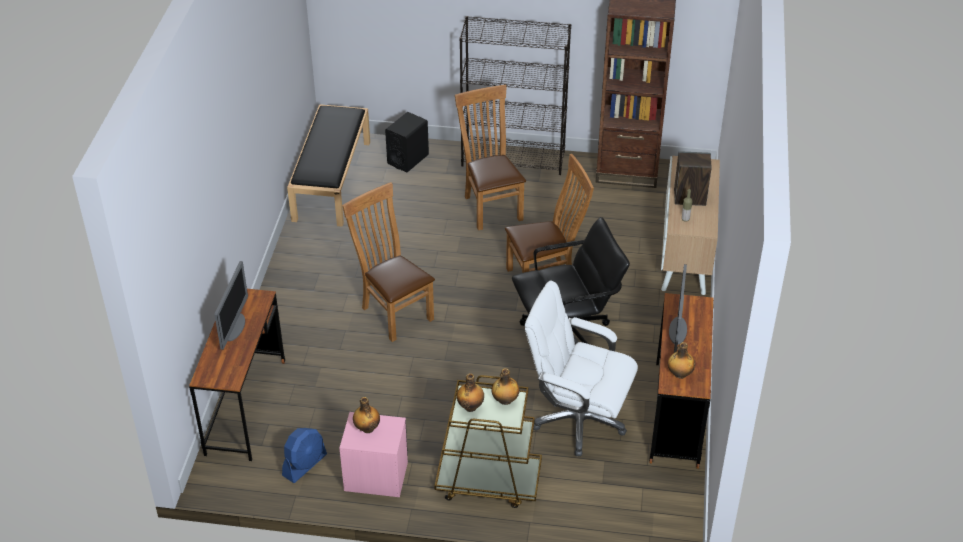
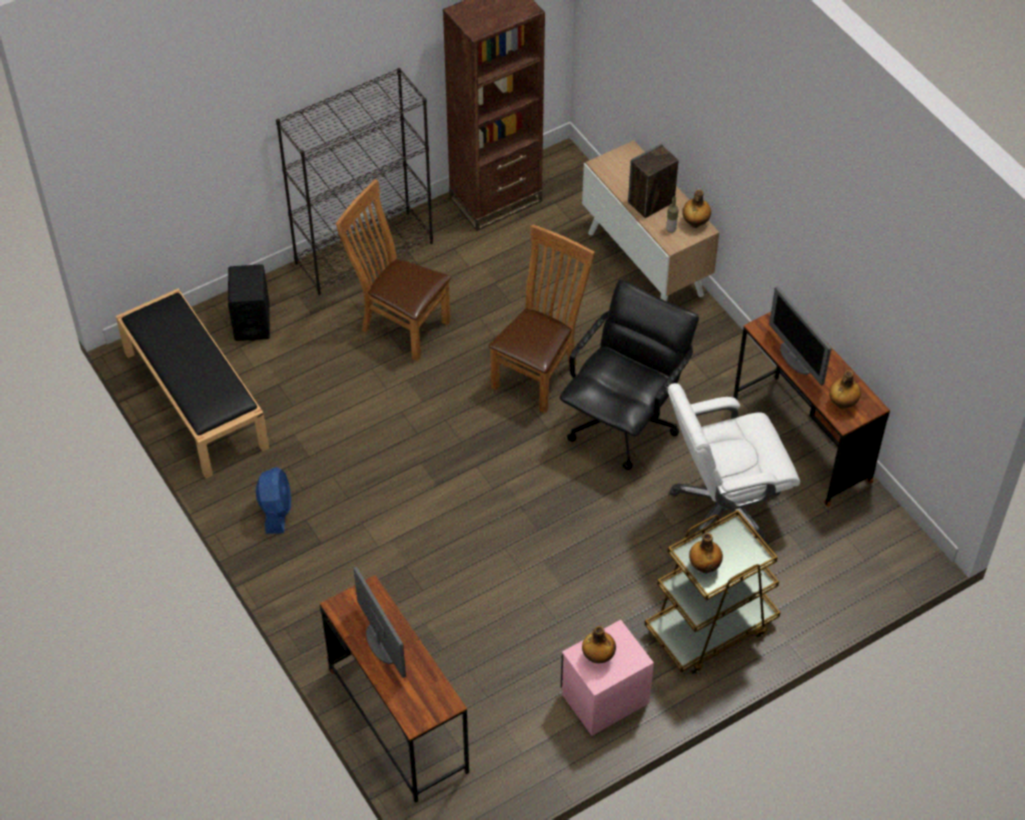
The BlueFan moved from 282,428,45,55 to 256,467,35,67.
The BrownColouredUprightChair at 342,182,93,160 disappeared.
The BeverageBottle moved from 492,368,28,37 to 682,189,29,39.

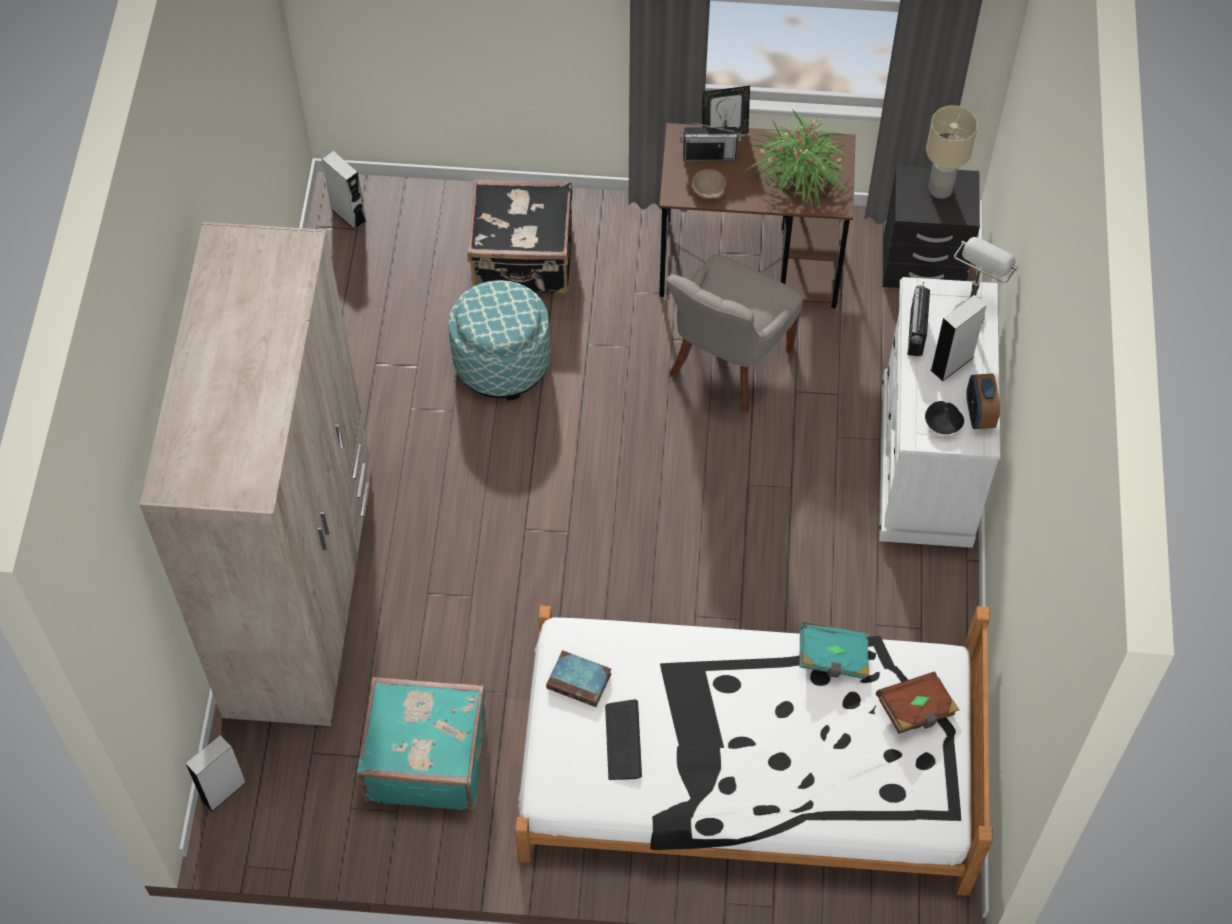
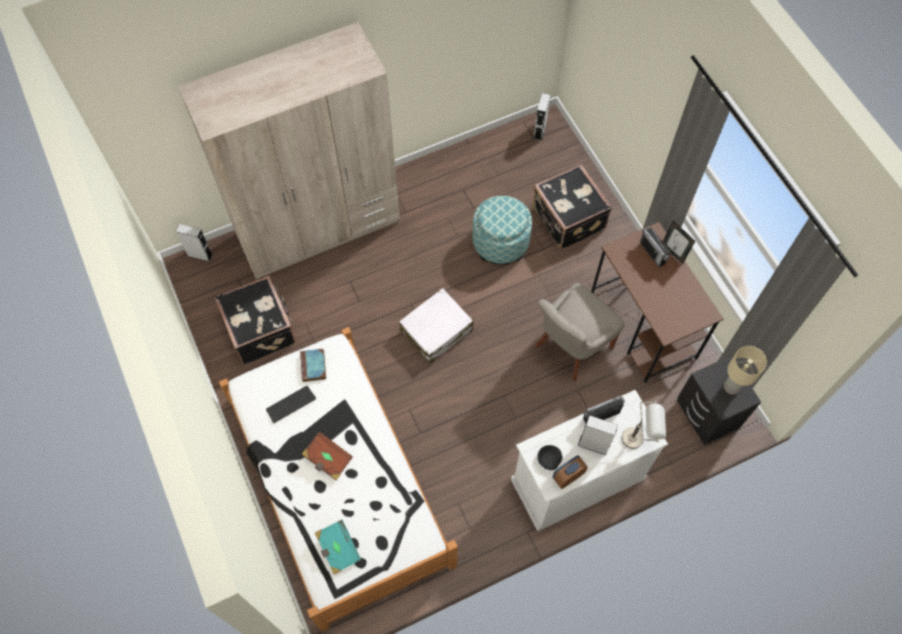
The TurquoisePieceOfLuggage at 357,677,128,134 became the BlackPieceOfLuggage at 215,276,81,88.
The GrayUprightChair at 666,254,137,159 turned 45 degrees counterclockwise.
The BeigeServingBowl at 692,169,34,30 disappeared.
The Houseplant at 744,109,105,99 disappeared.
The TurquoiseBoundBook moved from 799,622,70,57 to 315,519,46,55.
The BrownColouredBoundBook moved from 876,672,83,62 to 302,431,51,49.
The WhiteColouredPieceOfLuggage at 399,288,74,75 appeared.

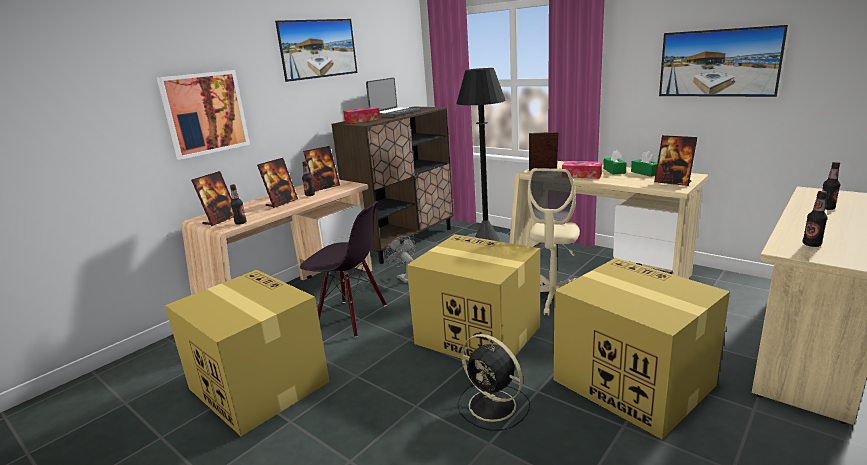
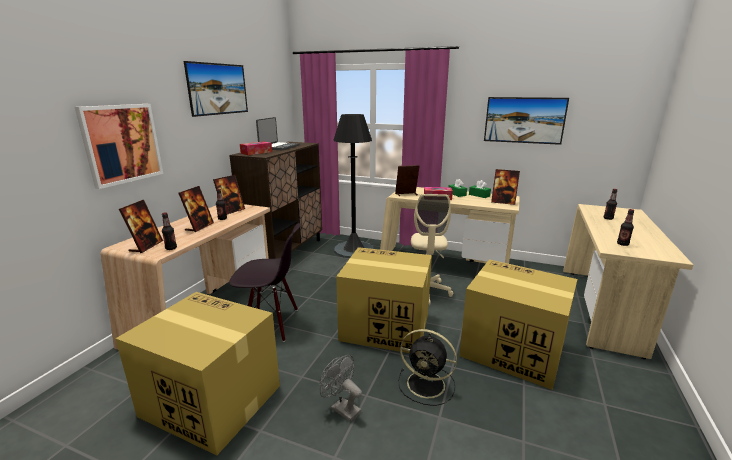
The GrayFan moved from 385,236,30,48 to 320,355,42,67.

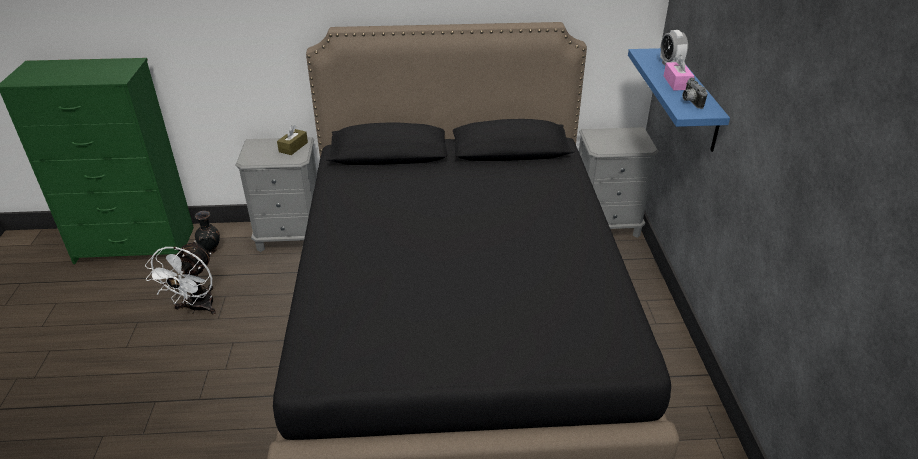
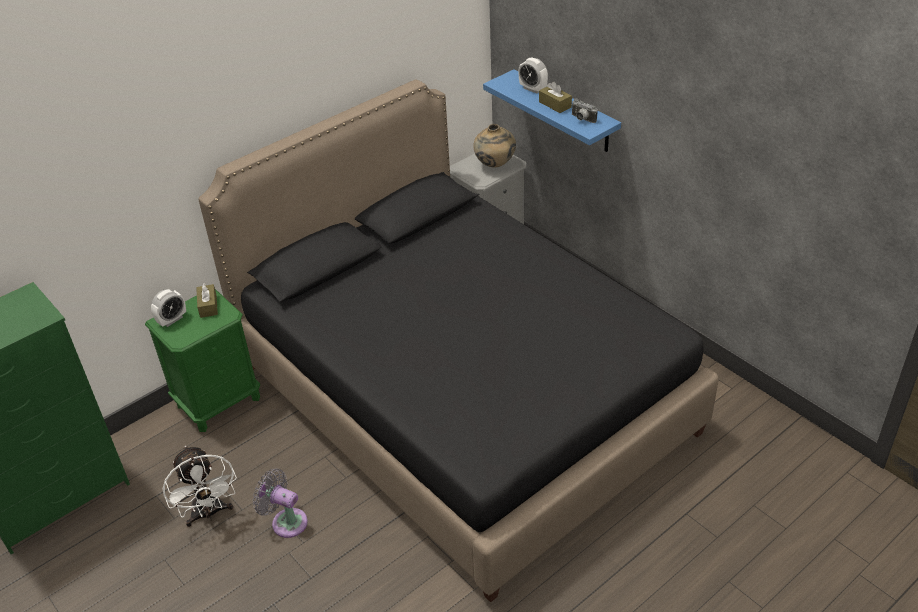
The BlackFlowerVase at 194,211,26,42 disappeared.
The GrayNightstand at 235,137,82,115 became the GreenColouredNightstand at 145,289,115,143.
The PinkishBoxOfTissues at 664,55,30,35 became the BrownColouredBoxOfTissues at 539,81,33,32.
The BedsideClock at 151,289,35,38 appeared.
The GrayFan at 253,469,55,69 appeared.
The BeigeFlowerVase at 473,124,43,43 appeared.

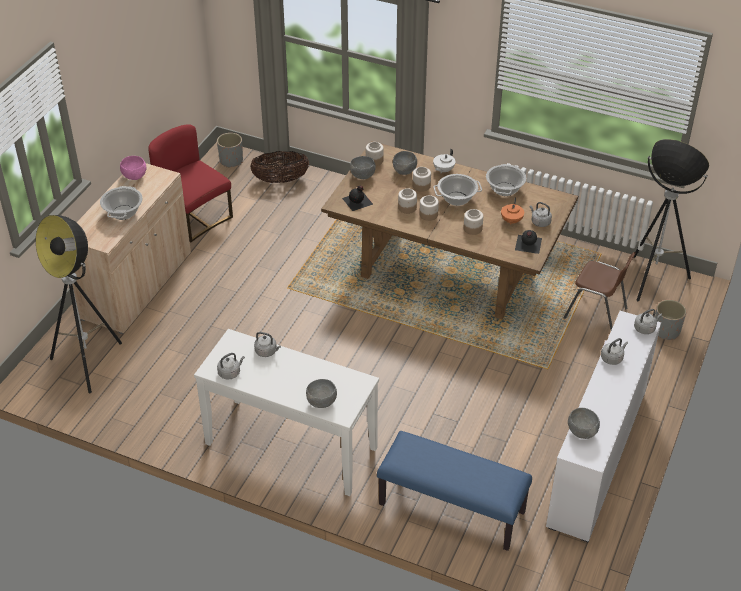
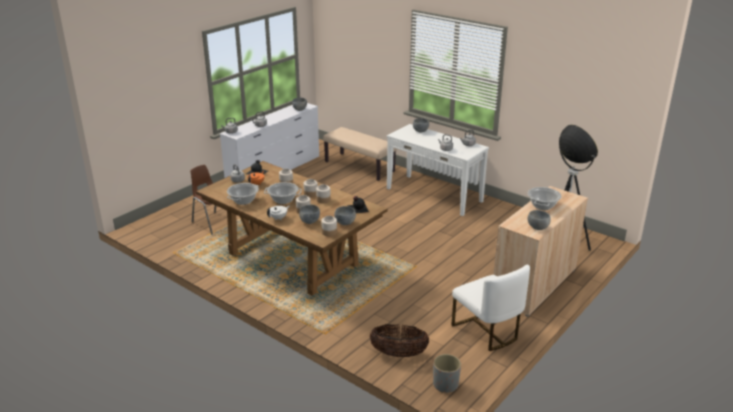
The PinkishServingBowl at 120,156,26,24 became the GrayServingBowl at 527,210,24,20.
The RedUprightChair at 148,124,85,119 became the WhiteColouredUprightChair at 451,264,79,87.
The BlueIndoorBench at 377,431,155,120 became the BeigeIndoorBench at 323,127,74,54.
The FloorLamp at 634,139,75,162 disappeared.
The GrayPlantPot at 655,300,31,40 disappeared.

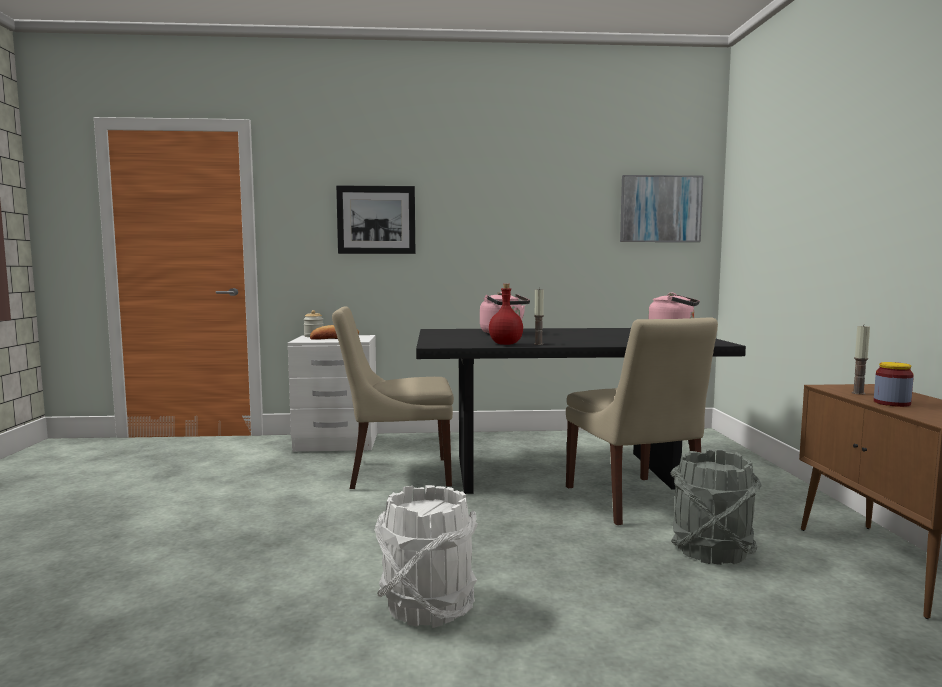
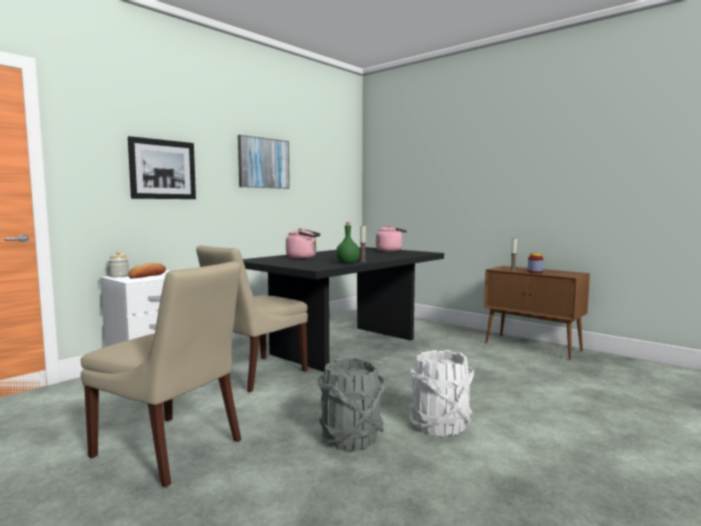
The RedBeverageBottle at 489,284,34,61 became the GreenColouredBeverageBottle at 336,222,24,42.
The BeigeUprightChair moved from 566,317,152,208 to 81,261,160,226.
The Picture moved from 620,175,83,67 to 238,135,52,54.
The GrayWaterBucket moved from 670,449,92,116 to 318,357,68,94.

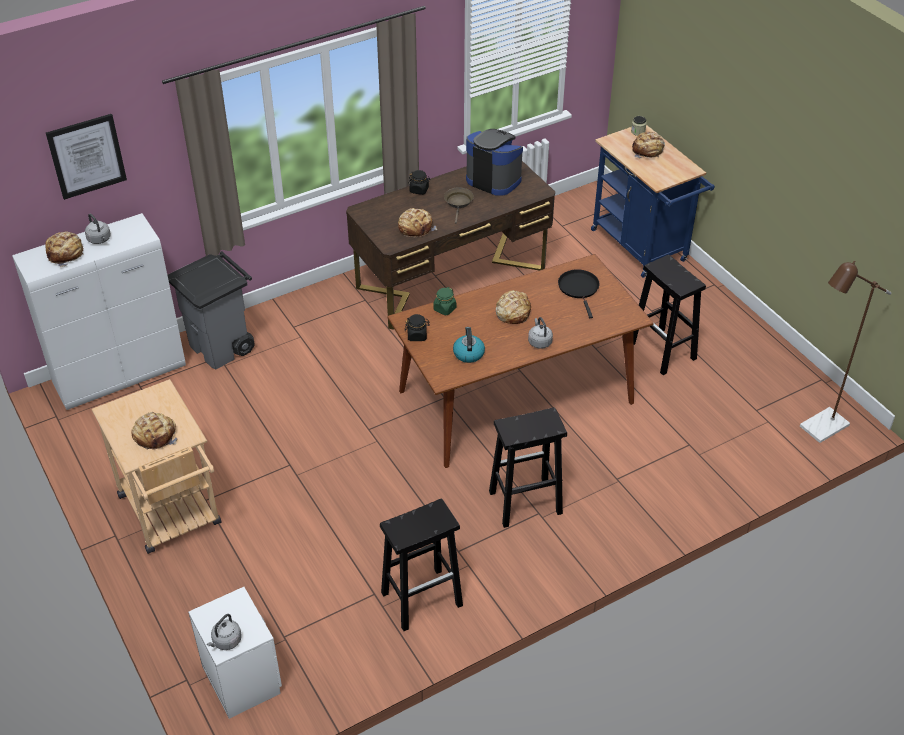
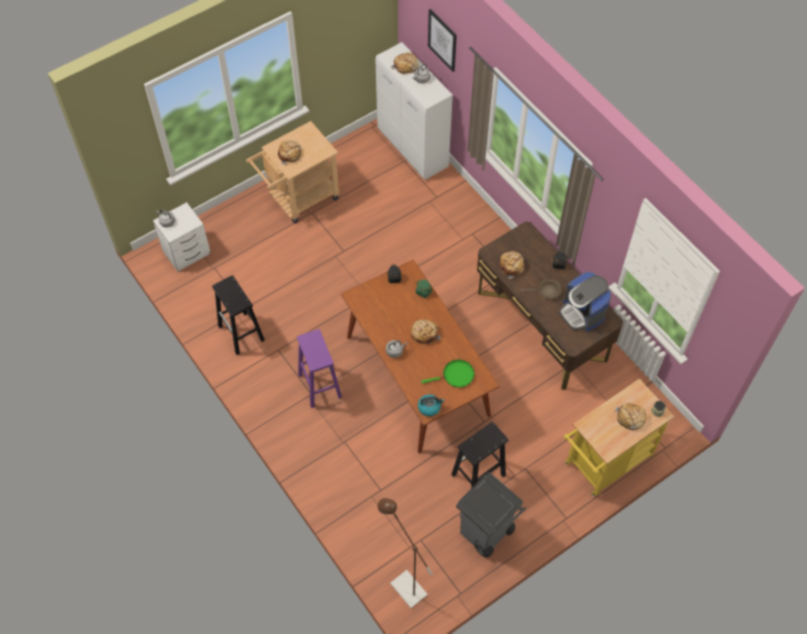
The GrayRubbishBin moved from 168,251,87,119 to 456,472,70,86.
The Kettle moved from 453,327,32,36 to 418,394,26,22.
The CoffeeMaker at 466,129,57,67 turned 120 degrees clockwise.
The BlackSittingStool at 489,407,78,121 became the PurpleColouredSittingStool at 297,329,45,79.
The BlackSkillet at 558,269,42,49 became the GreenColouredSkillet at 421,360,53,28.
The BlueTrolley at 591,125,124,153 became the YellowTrolley at 564,379,110,118.

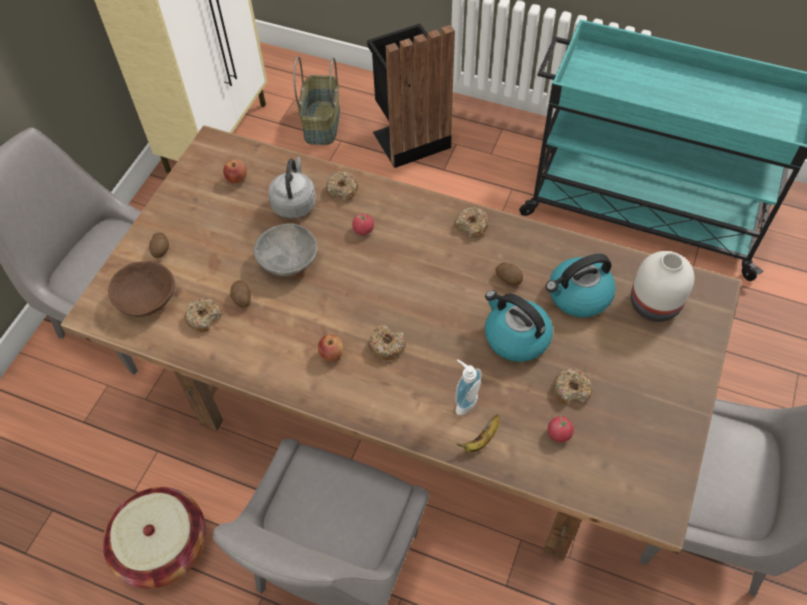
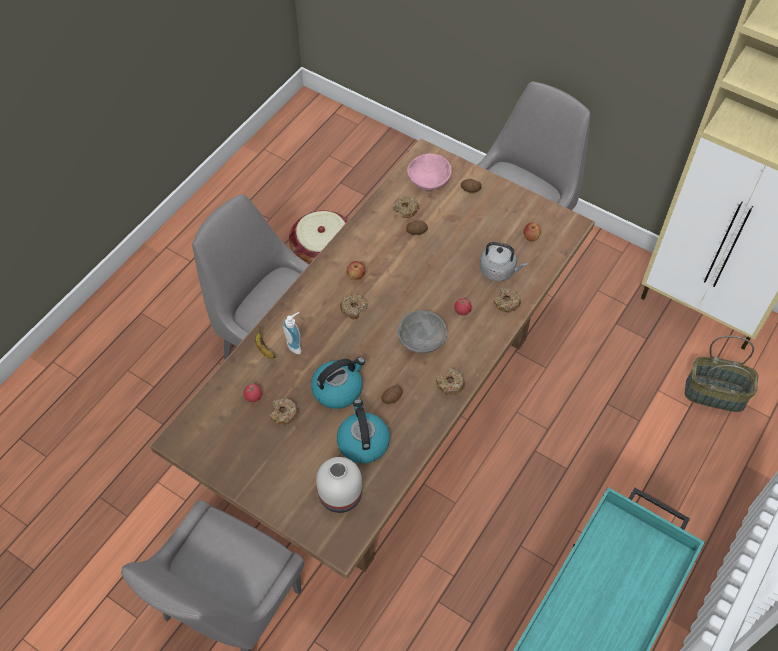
The BrownColouredServingBowl at 108,261,67,56 became the PinkishServingBowl at 407,154,45,36.
The GrayServingBowl moved from 254,223,63,53 to 397,310,50,43.
The BlackRubbishBin at 367,24,88,144 disappeared.

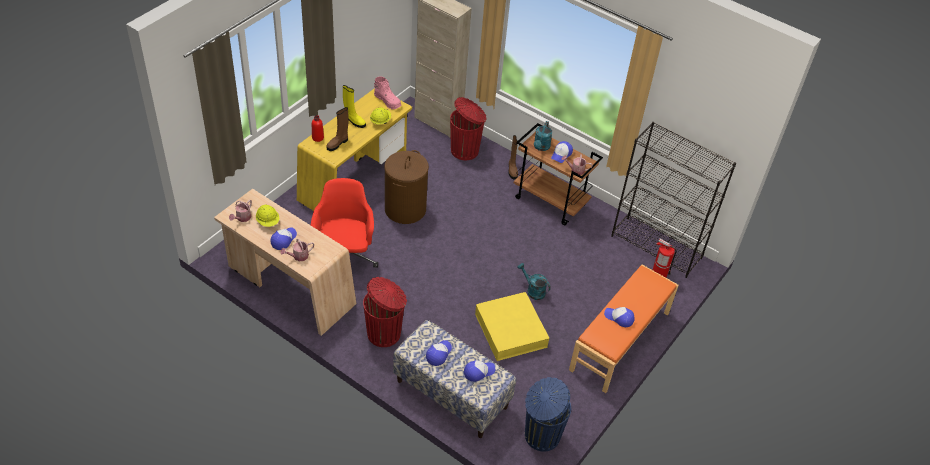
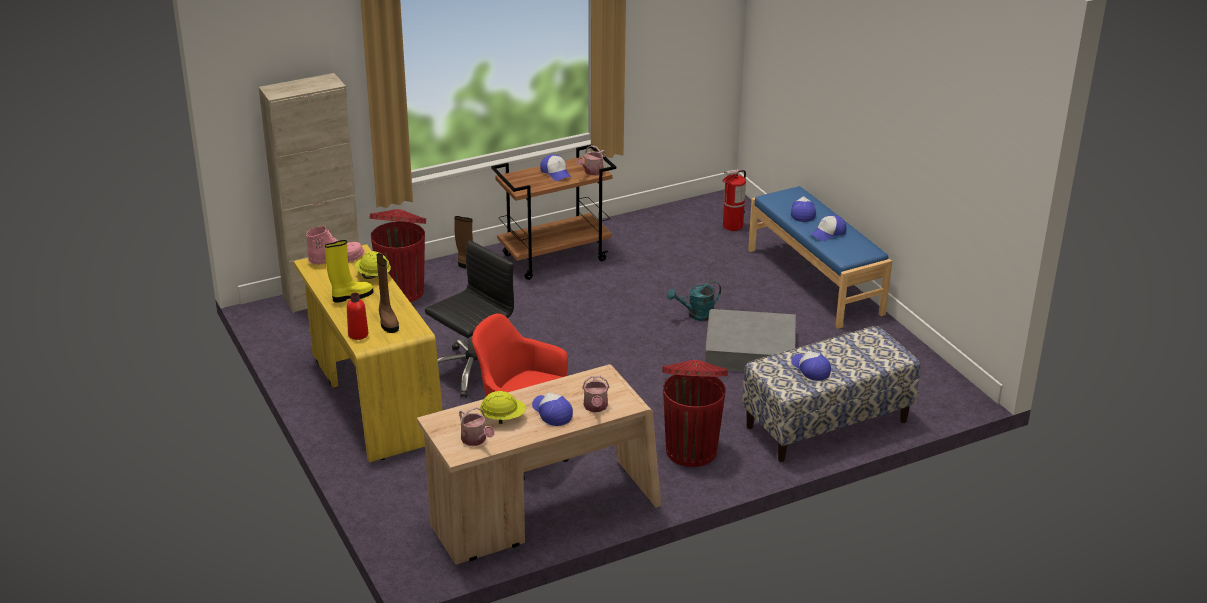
The BrownColouredWashingBasket at 384,150,45,74 was replaced by the BlackOfficeChair at 425,240,89,158.
The BaseballCap moved from 464,360,31,22 to 791,196,25,26.
The YellowStorageBin at 475,292,74,69 became the GrayStorageBin at 705,309,91,63.
The BlueRubbishBin at 525,377,46,75 disappeared.
The TurquoiseSprinklingCan at 534,121,18,30 disappeared.
The OrangeIndoorBench at 569,265,110,128 became the BlueIndoorBench at 748,186,144,143.
The BlackBookshelf at 611,122,125,156 disappeared.

